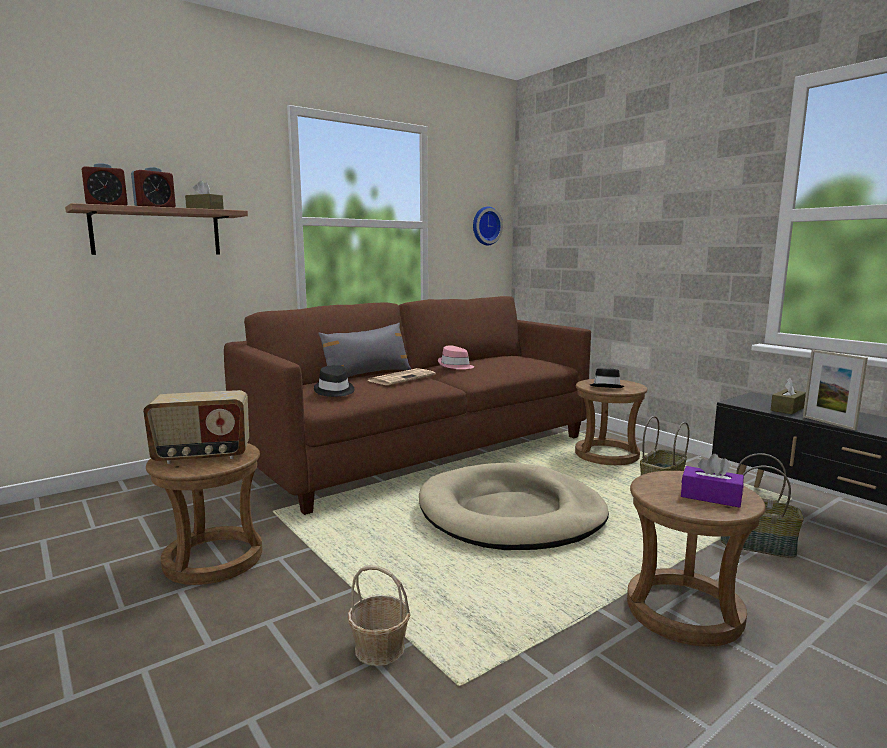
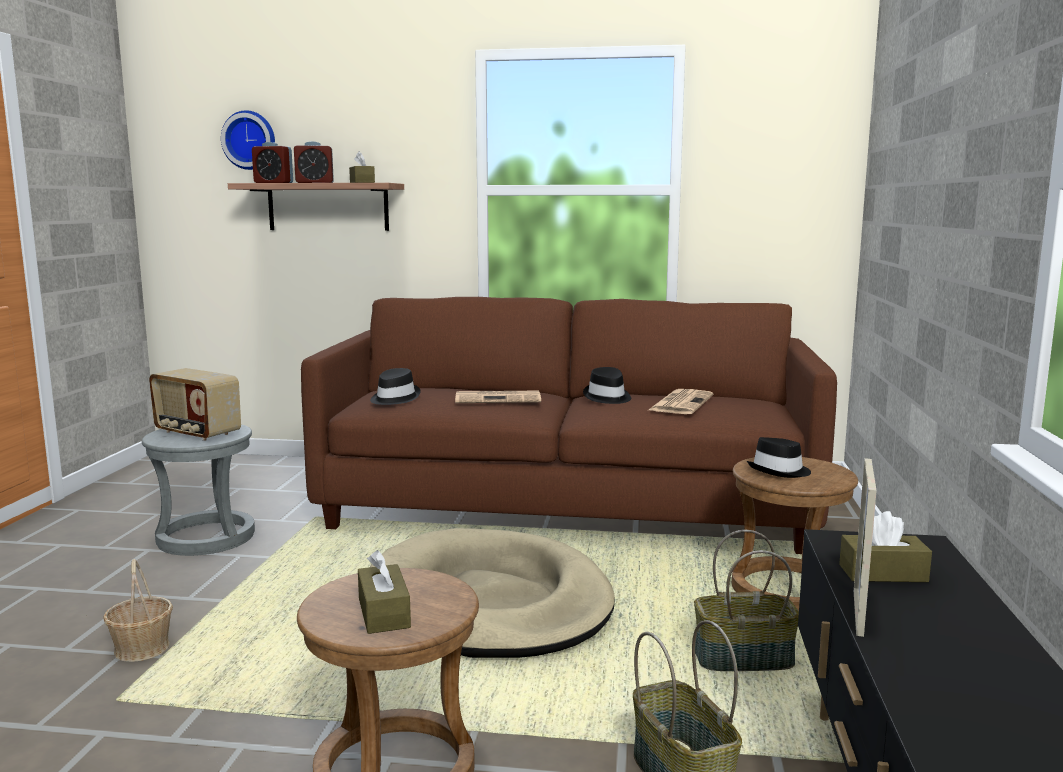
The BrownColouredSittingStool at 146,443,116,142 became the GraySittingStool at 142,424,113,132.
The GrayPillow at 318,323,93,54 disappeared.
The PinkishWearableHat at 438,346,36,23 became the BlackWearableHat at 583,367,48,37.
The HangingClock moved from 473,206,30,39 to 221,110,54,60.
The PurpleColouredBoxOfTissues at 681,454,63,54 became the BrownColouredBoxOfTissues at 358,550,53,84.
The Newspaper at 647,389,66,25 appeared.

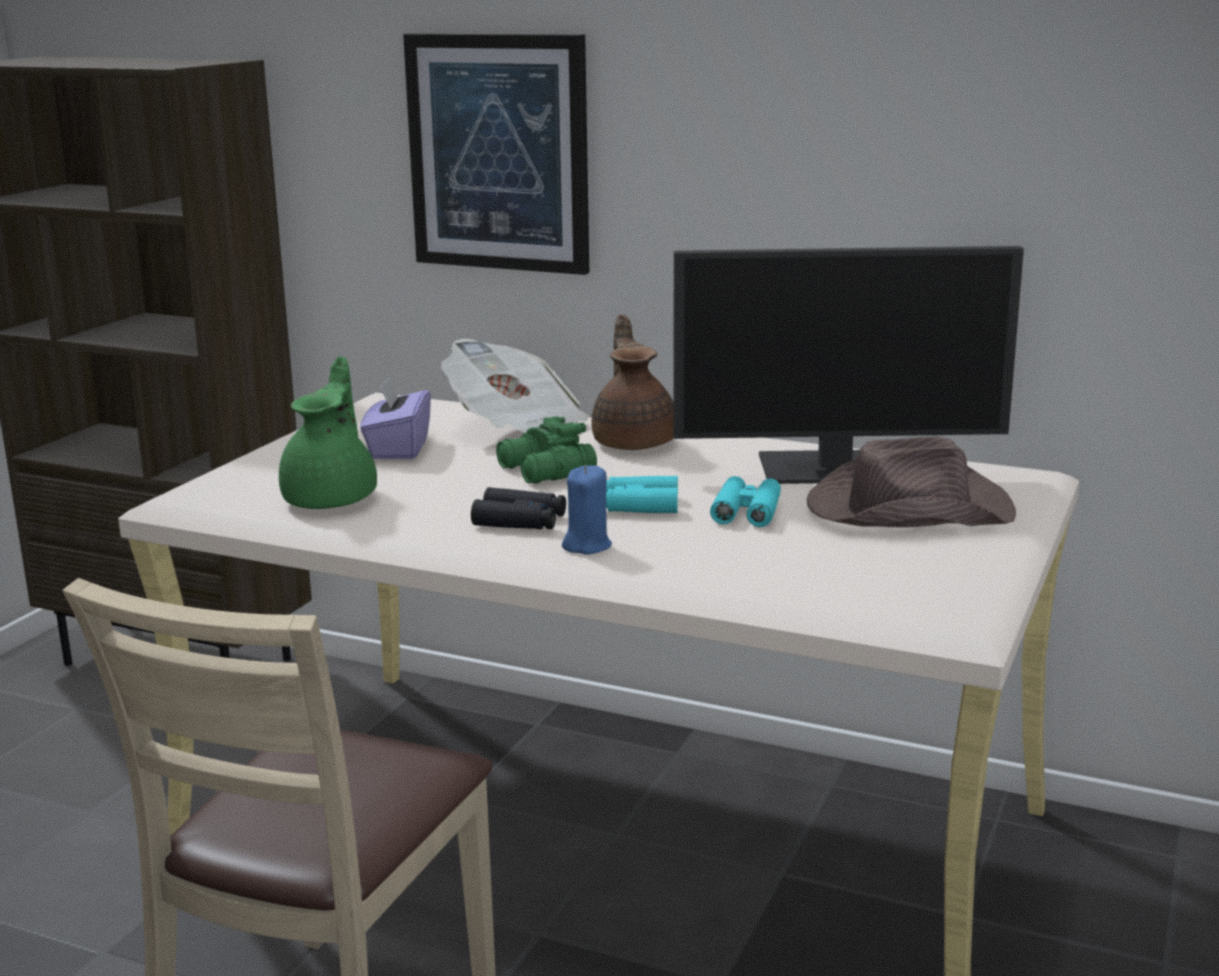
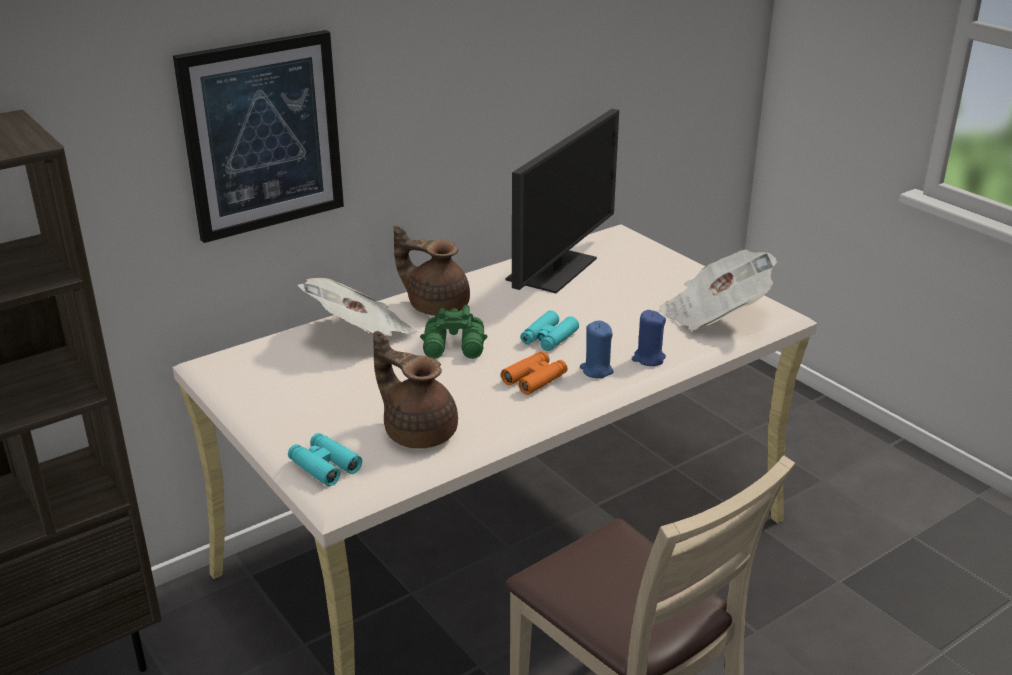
The GreenColouredTeapot at 279,356,98,153 became the BrownColouredTeapot at 373,331,85,118.
The PurpleColouredBoxOfTissues at 360,376,71,83 disappeared.
The BlackPairOfBinoculars at 471,487,95,42 became the OrangePairOfBinoculars at 501,351,66,44.
The TurquoisePairOfBinoculars moved from 710,476,71,51 to 288,433,74,53.
The BrownColouredWearableHat at 807,436,209,91 disappeared.
The BlueWaxLight at 632,310,34,56 appeared.
The Newspaper at 659,250,118,81 appeared.

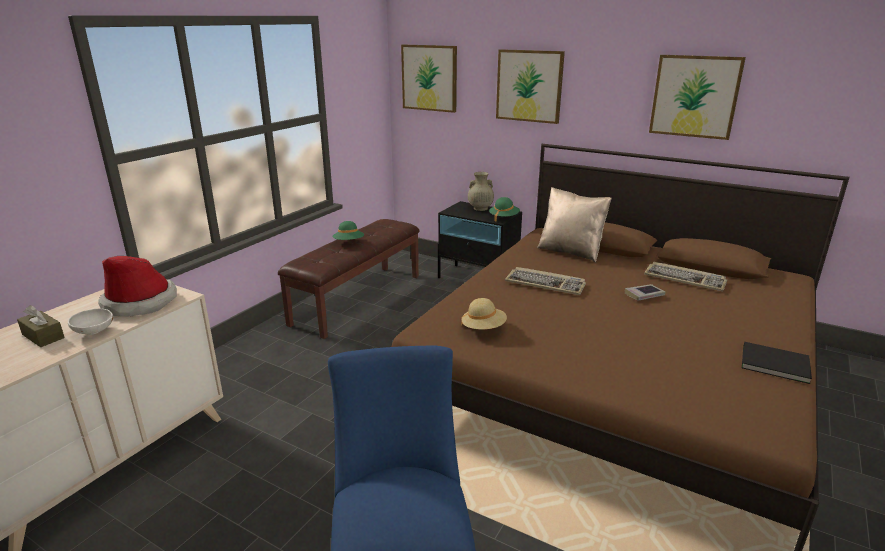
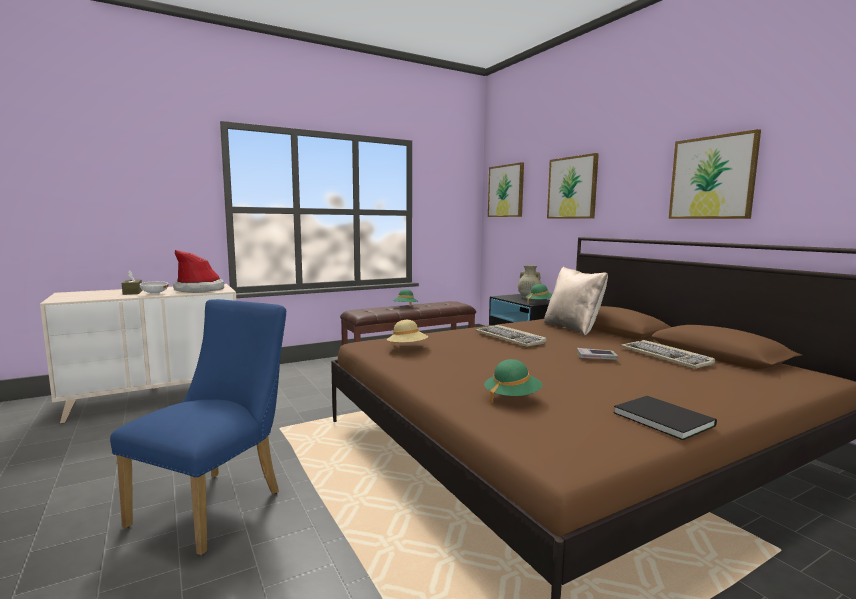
The GreenColouredWearableHat at 484,359,58,45 appeared.

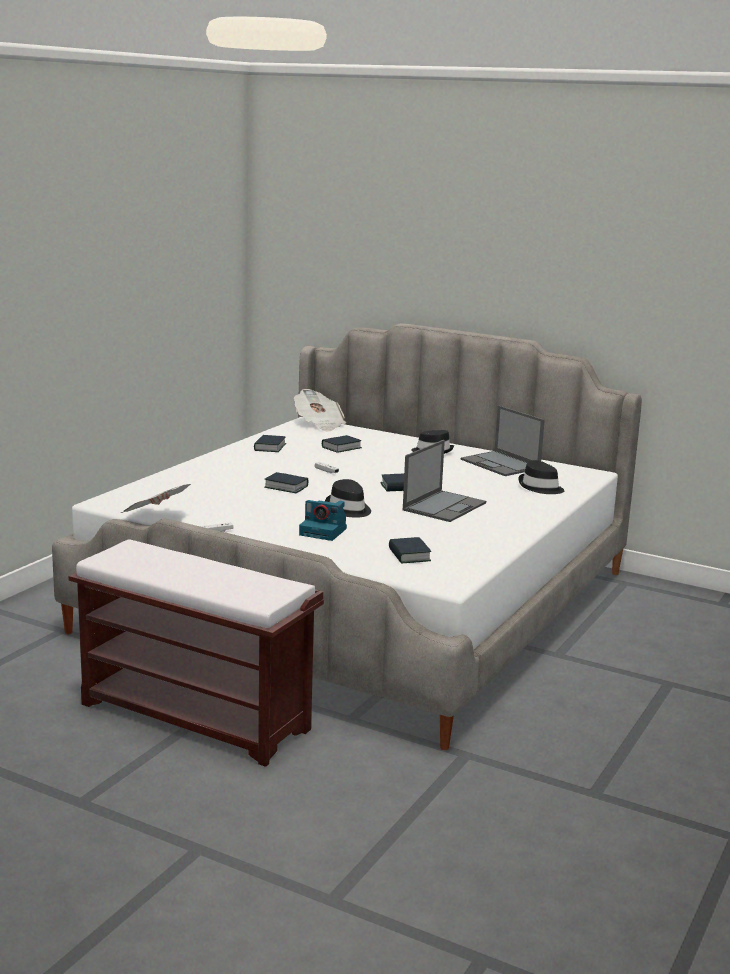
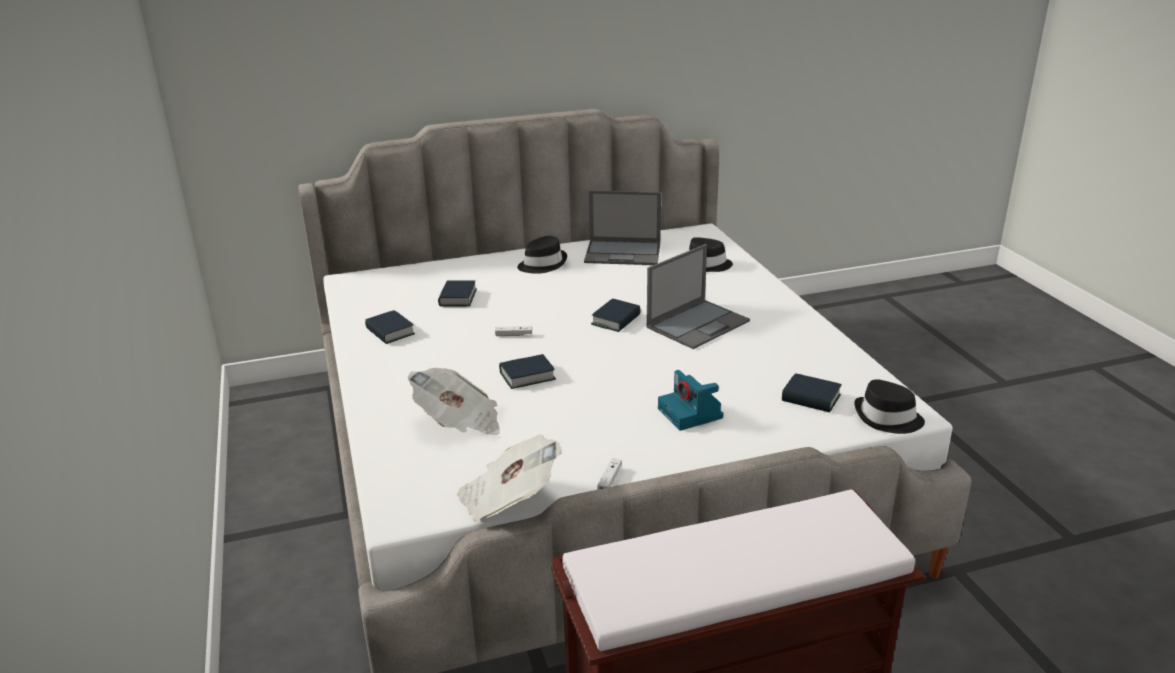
The Newspaper moved from 294,389,52,43 to 408,368,92,67.
The PhotoCamera at 299,500,48,41 turned 90 degrees clockwise.
The BlackWearableHat moved from 325,479,46,38 to 854,379,71,55.
The PortableComputer at 403,440,83,82 turned 60 degrees clockwise.

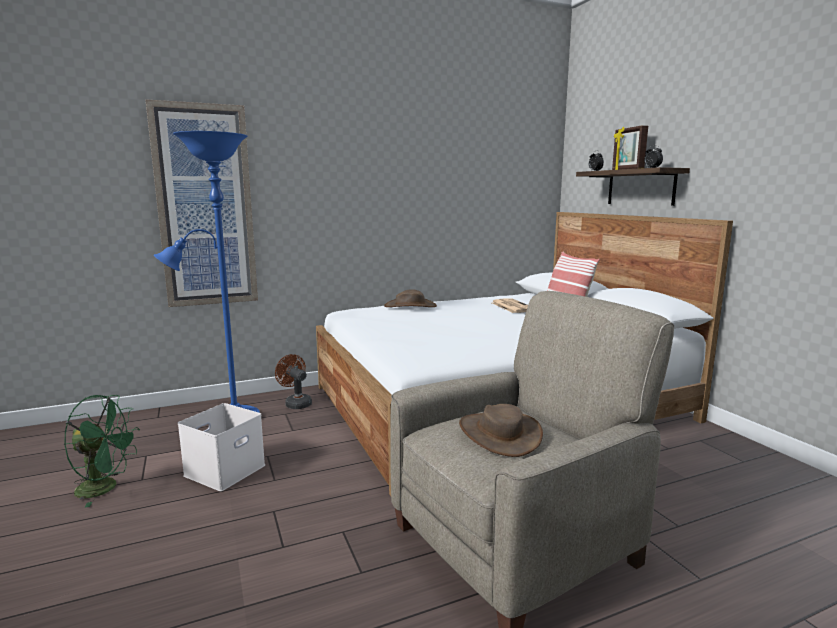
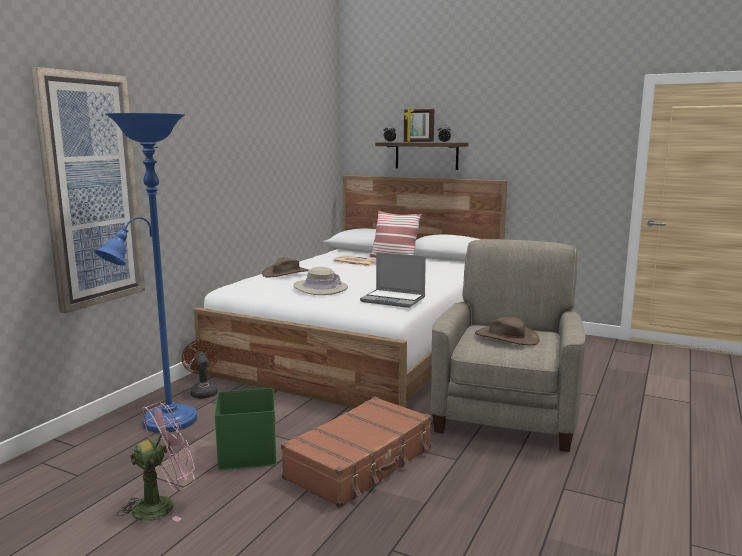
The GreenColouredFan at 64,395,76,113 became the PinkishFan at 117,402,78,120.
The WhiteColouredStorageBin at 178,403,87,88 became the GreenColouredStorageBin at 214,388,63,82.
The BrownColouredFan at 275,354,37,55 turned 60 degrees clockwise.
The BrownColouredPieceOfLuggage at 281,397,150,111 appeared.
The BeigeWearableHat at 293,267,55,28 appeared.
The PortableComputer at 360,252,66,56 appeared.

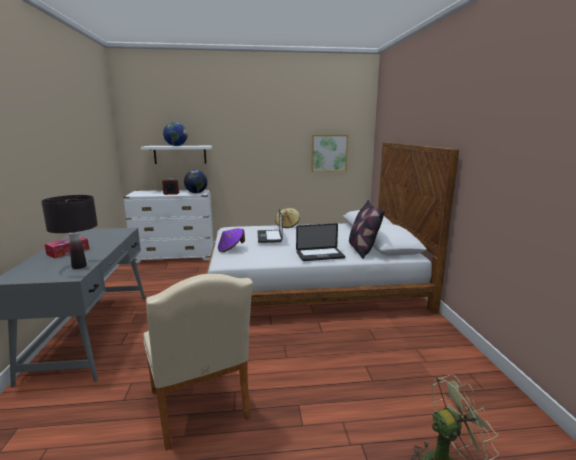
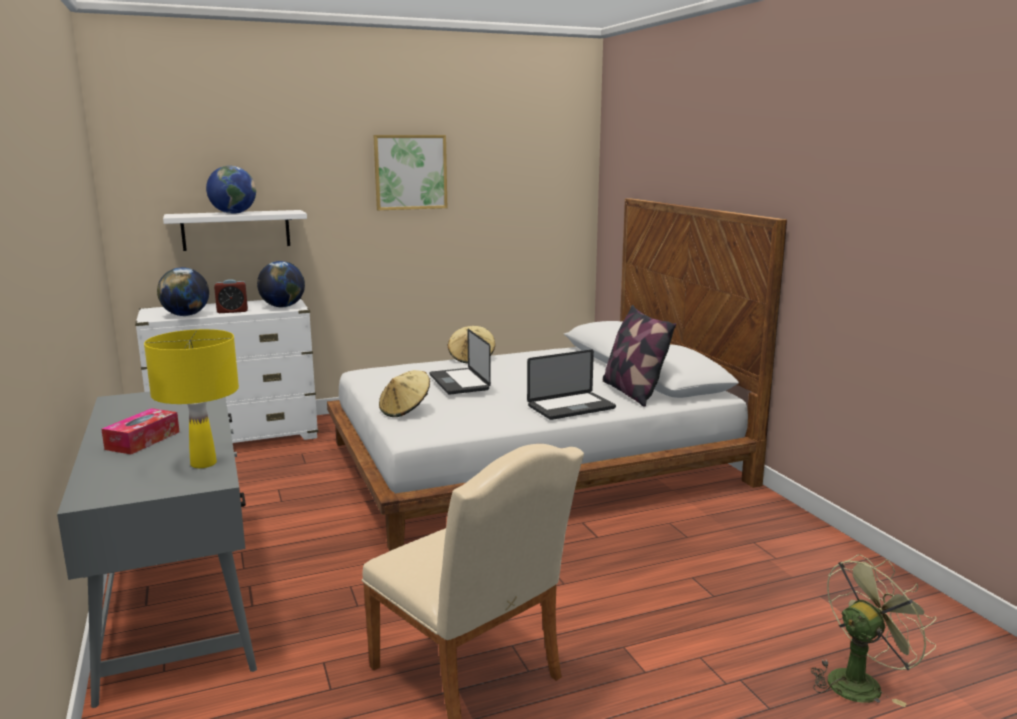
The BlackLampForATable at 41,195,57,74 became the YellowLampForATable at 144,329,95,139.
The PurpleColouredWearableHat at 218,228,27,24 became the BeigeWearableHat at 379,370,51,47.
The Picture moved from 311,135,37,37 to 373,135,74,75.
The WorldGlobe at 157,267,52,49 appeared.

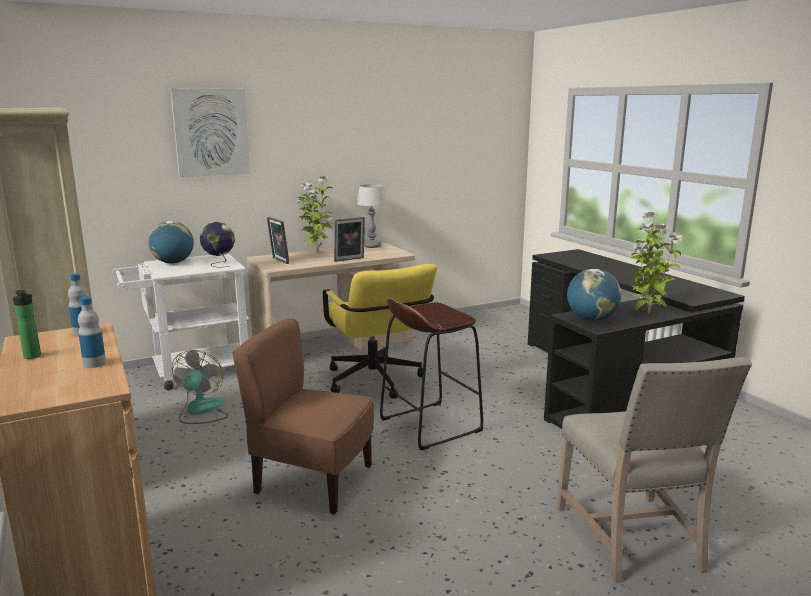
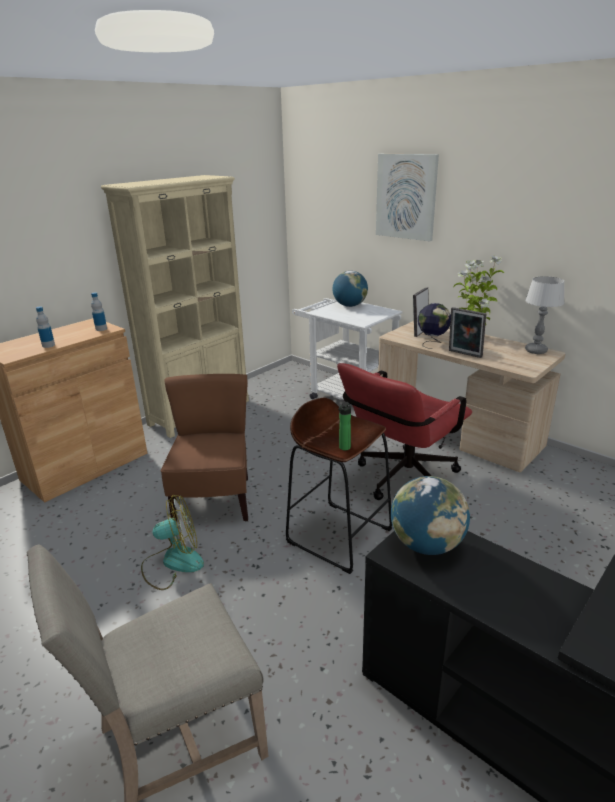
The BeverageBottle moved from 13,290,28,69 to 338,402,13,48.
The Fan moved from 172,350,56,74 to 141,495,63,95.
The WorldGlobe moved from 200,222,35,45 to 418,303,33,46.
The YellowOfficeChair at 321,264,116,135 became the RedOfficeChair at 337,363,135,137.
The Houseplant at 631,212,53,102 disappeared.

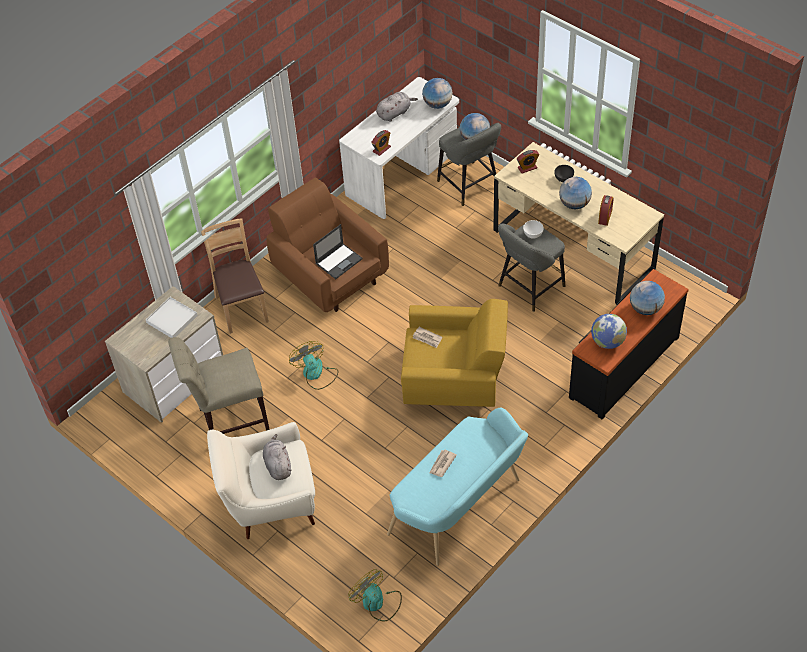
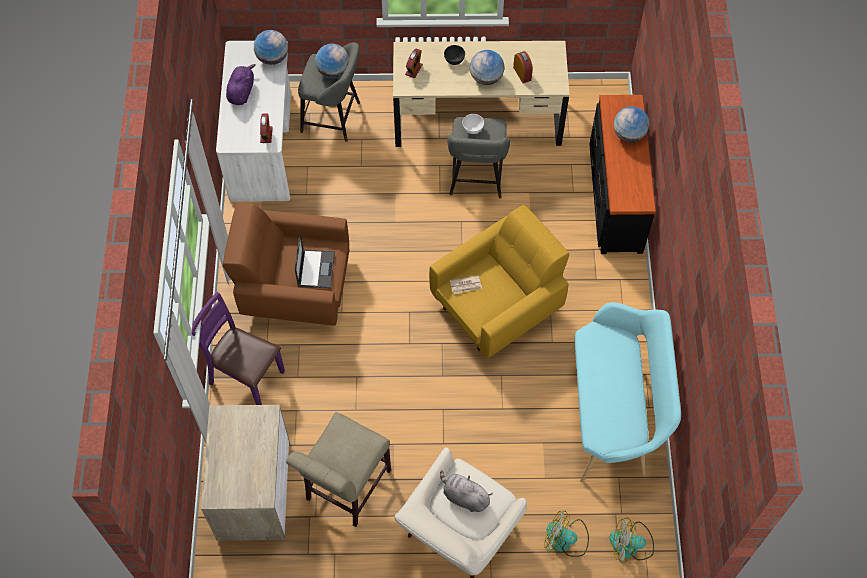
The WhiteColouredServingTray at 146,297,52,41 disappeared.
The BrownColouredUprightChair at 201,218,68,116 became the PurpleColouredUprightChair at 192,292,93,113.
The Fan moved from 289,341,49,49 to 544,511,45,46.
The GrayCuddlyToy at 376,92,42,30 became the PurpleColouredCuddlyToy at 226,64,29,41.
The Newspaper at 429,449,28,28 disappeared.
The WorldGlobe at 591,314,36,35 disappeared.

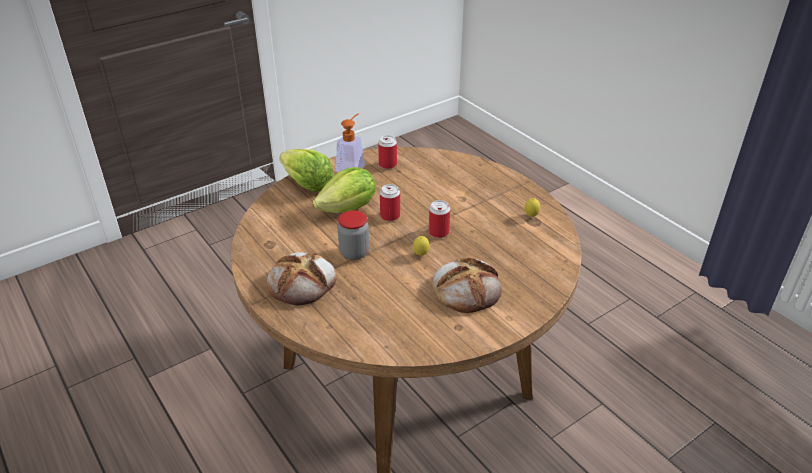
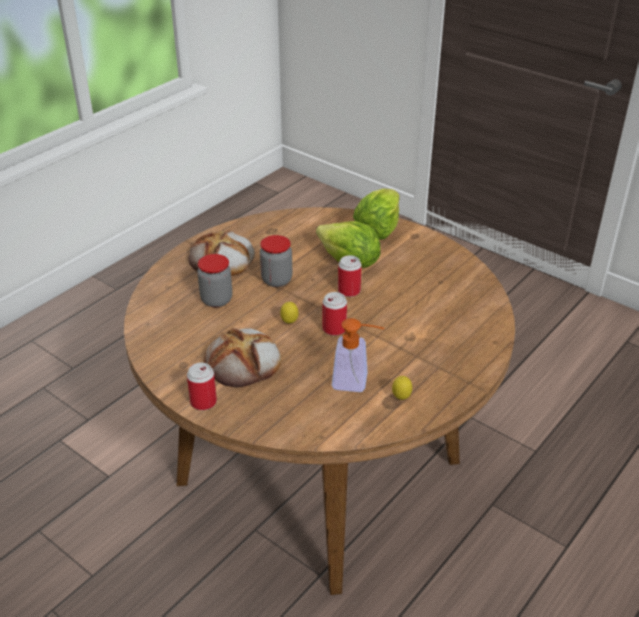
The SoapBottle moved from 336,113,29,59 to 332,318,53,74.
The MetalCan moved from 378,135,19,34 to 187,363,30,47.
The Jar at 197,254,35,53 appeared.

